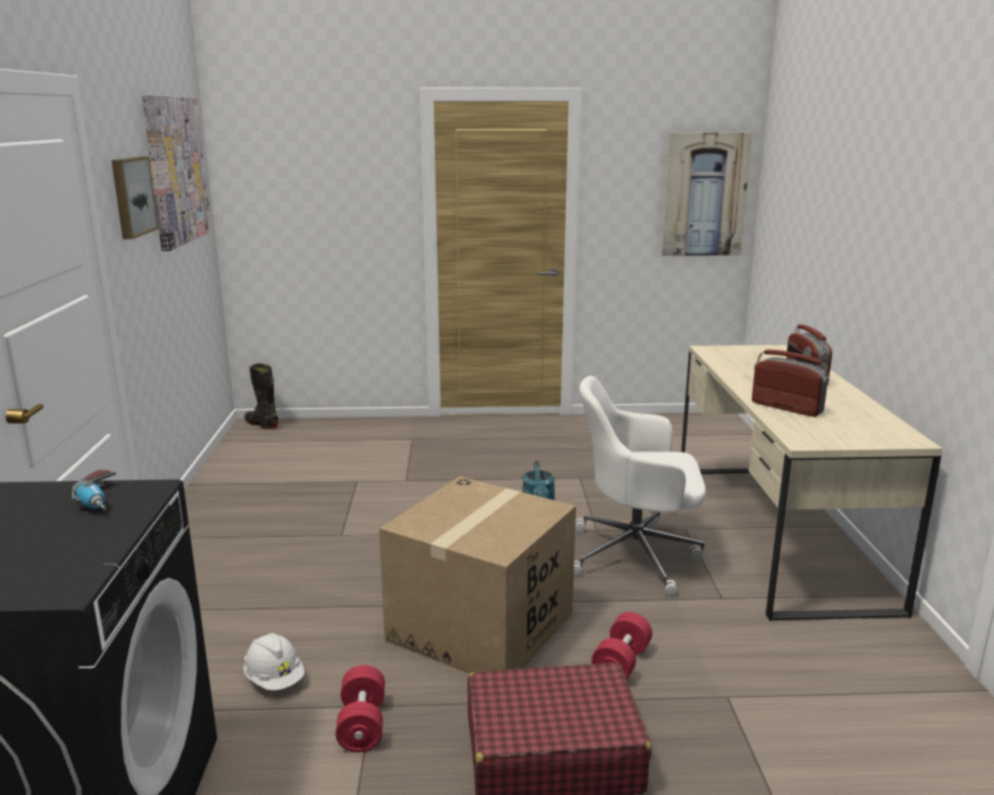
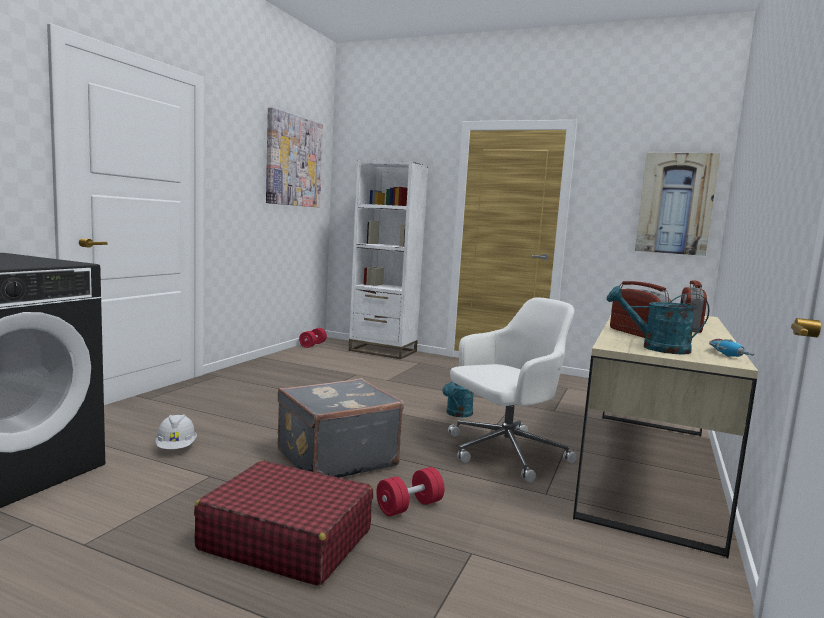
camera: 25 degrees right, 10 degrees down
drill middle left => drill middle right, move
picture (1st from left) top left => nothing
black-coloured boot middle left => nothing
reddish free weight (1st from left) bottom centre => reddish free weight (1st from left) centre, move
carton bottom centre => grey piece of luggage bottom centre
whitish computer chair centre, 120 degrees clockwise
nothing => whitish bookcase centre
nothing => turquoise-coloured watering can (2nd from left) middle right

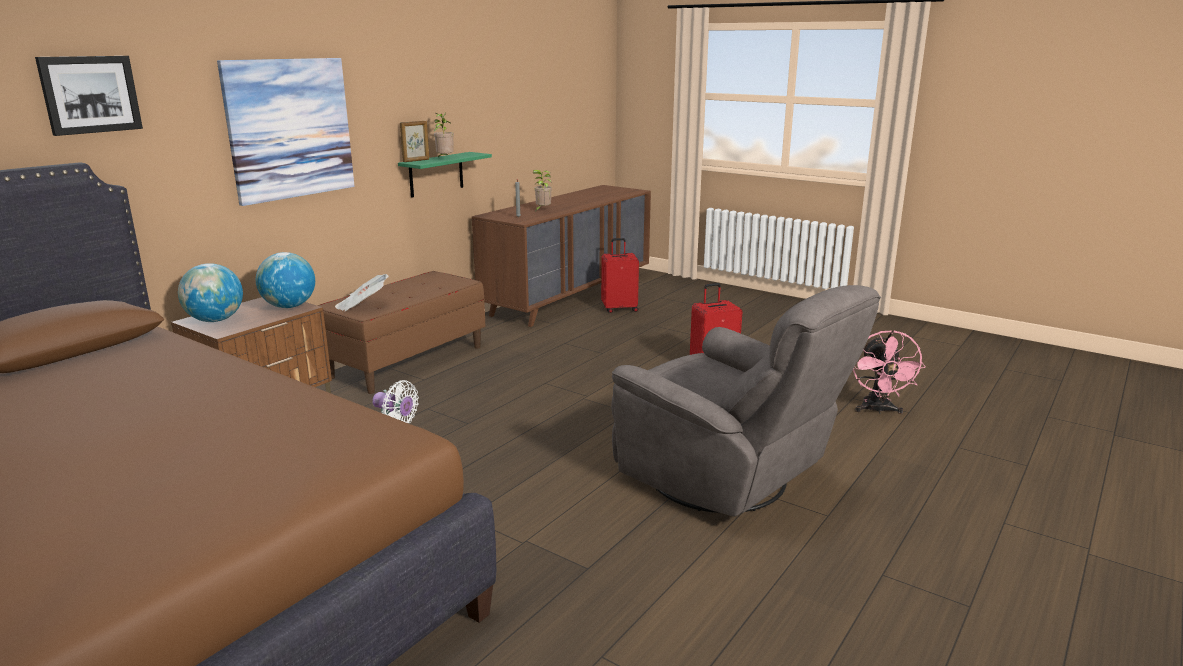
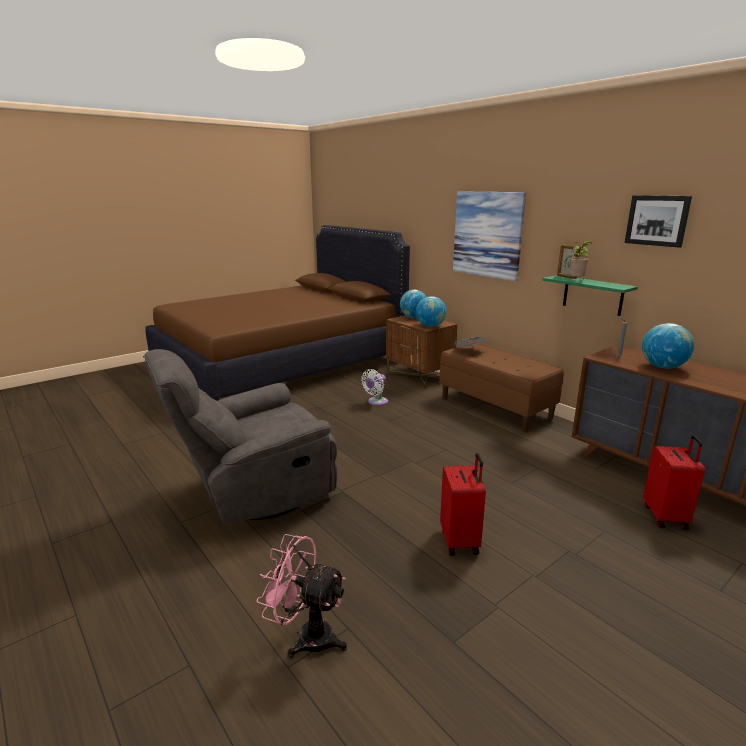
camera: 105 degrees right, 0 degrees up
picture (1st from left in the first image) top left => picture (2nd from left) top right, move
plant in a pot (2nd from left) top centre => world globe (3rd from left) middle right

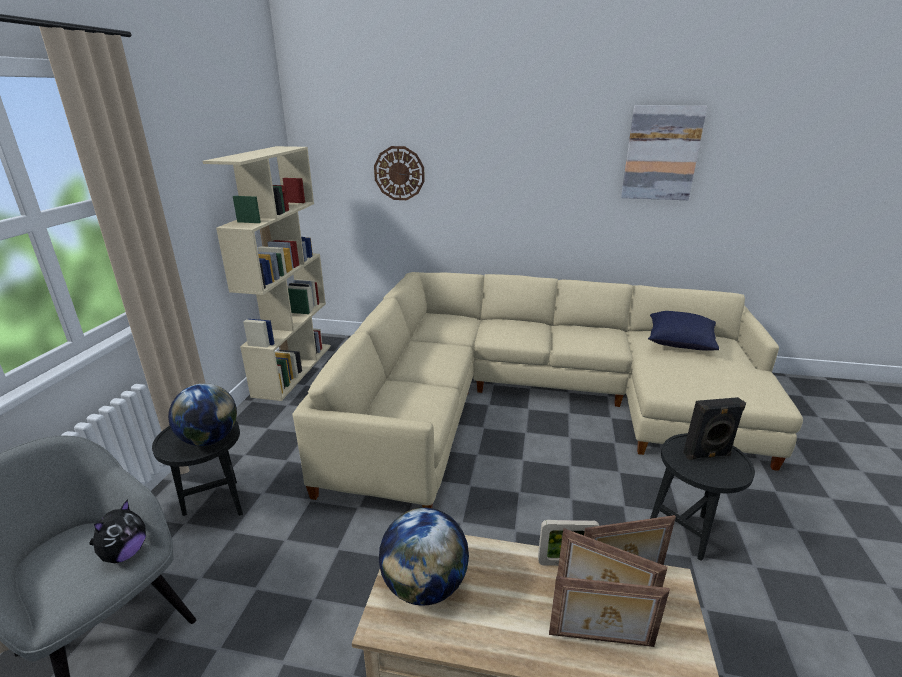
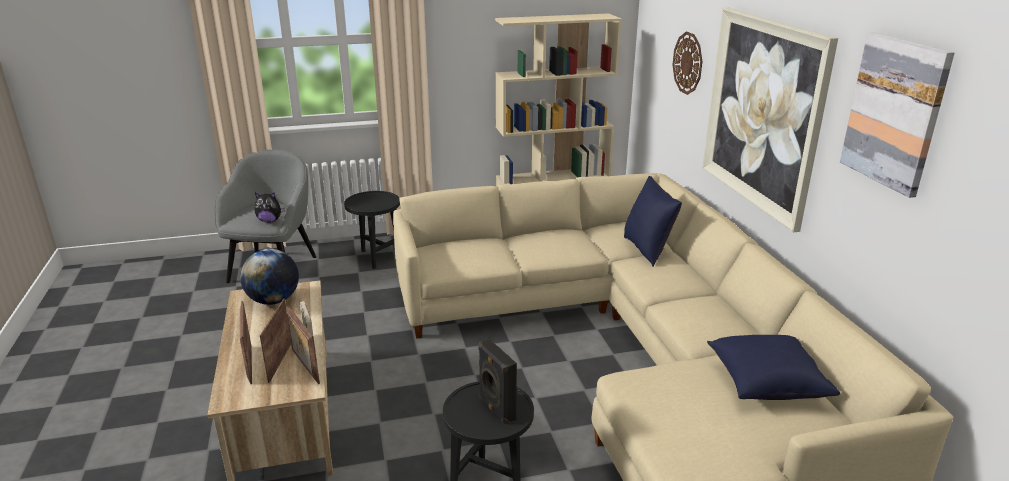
camera: 65 degrees right, 0 degrees up
world globe (1st from left) middle left => nothing
nothing => blue cushion (1st from left) centre
nothing => picture (1st from left) top right

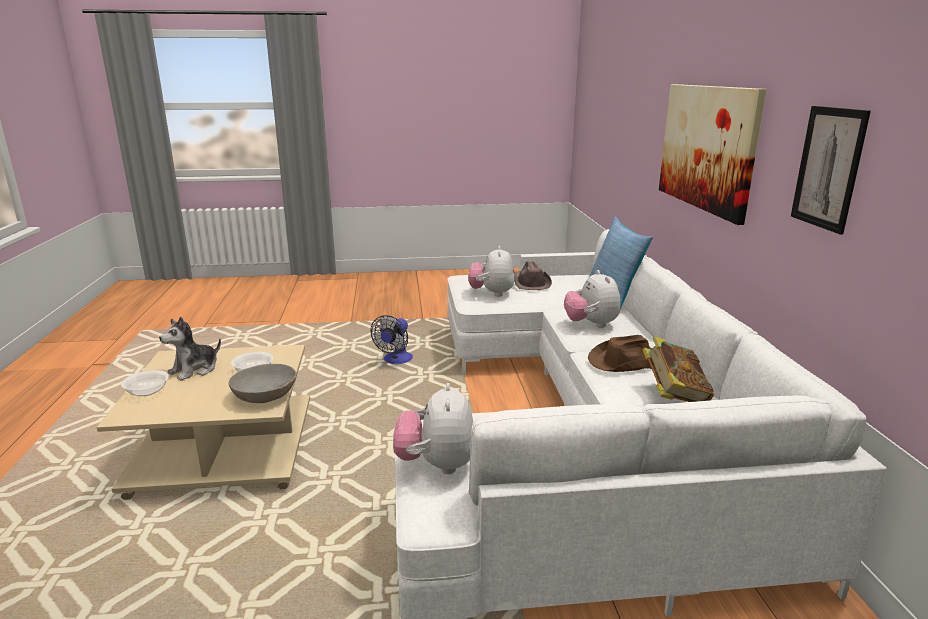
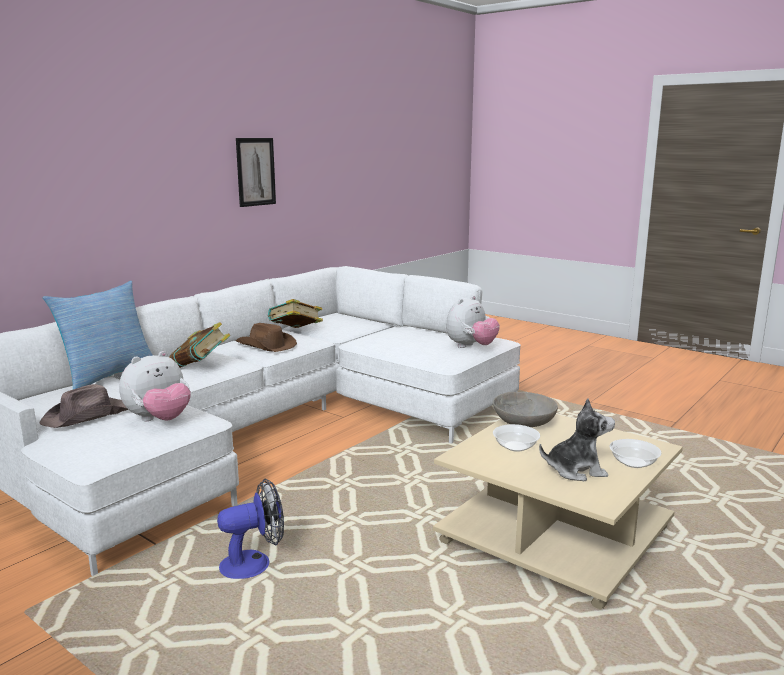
camera: 135 degrees left, 5 degrees down
soft toy (4th from left) centre => volume (1st from left) middle left
picture (1st from left) top right => nothing

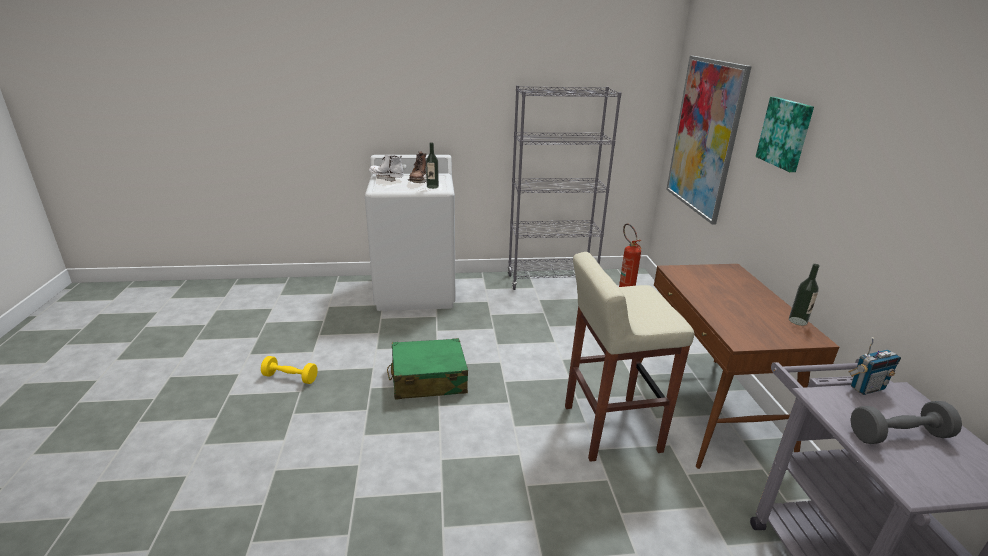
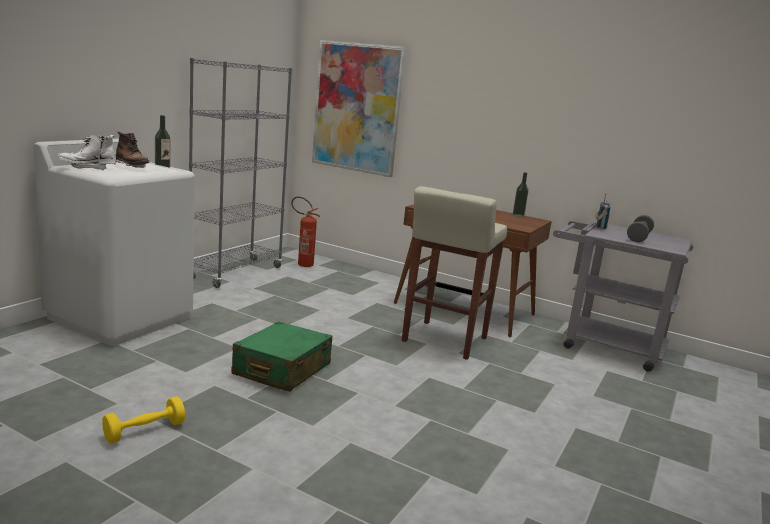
camera: 55 degrees left, 10 degrees down
picture (2nd from left) top right => nothing

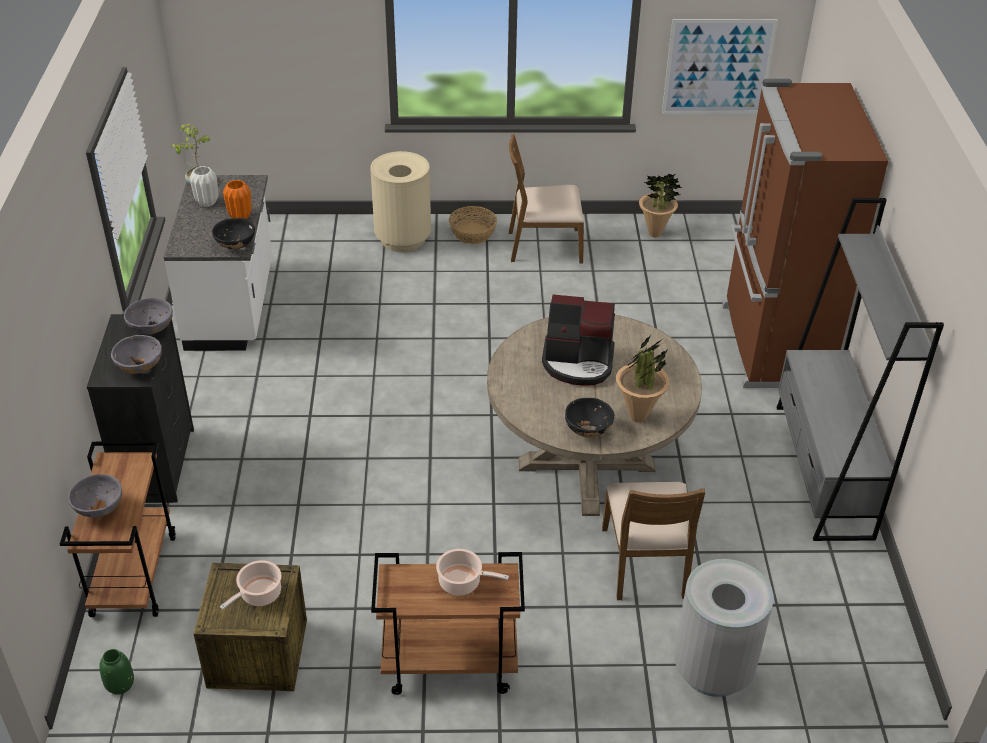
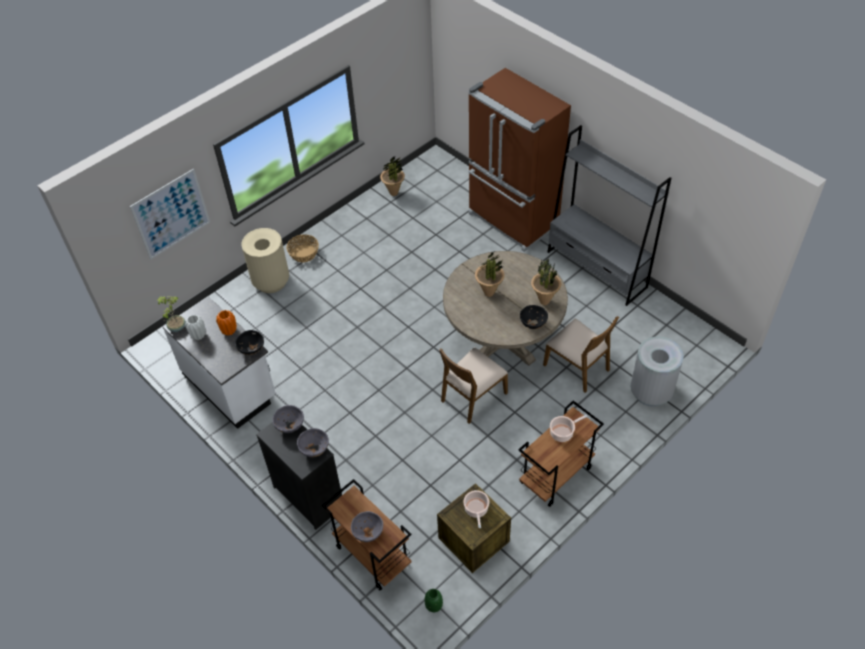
camera: 40 degrees left, 10 degrees up
brown-coloured upright chair (1st from left) top centre => brown-coloured upright chair (1st from left) centre, move
coffee maker centre => plant in a pot (3rd from left) centre
picture top right => picture top left, move

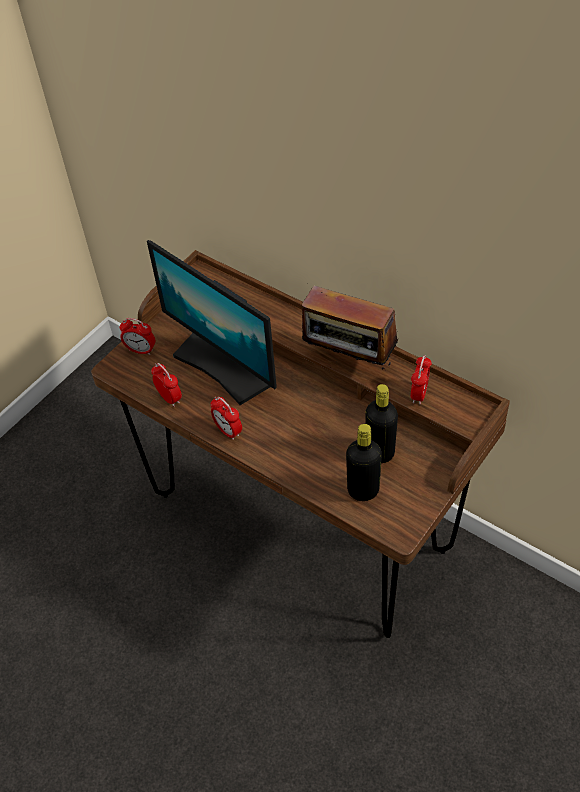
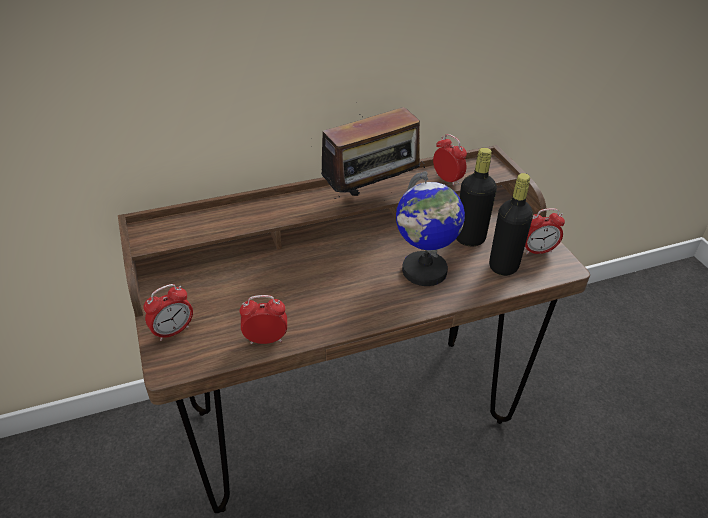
camera: 60 degrees left, 10 degrees down
computer display centre => nothing
table clock (3rd from left in the first image) centre => table clock (4th from left) middle right, move
nothing => world globe centre

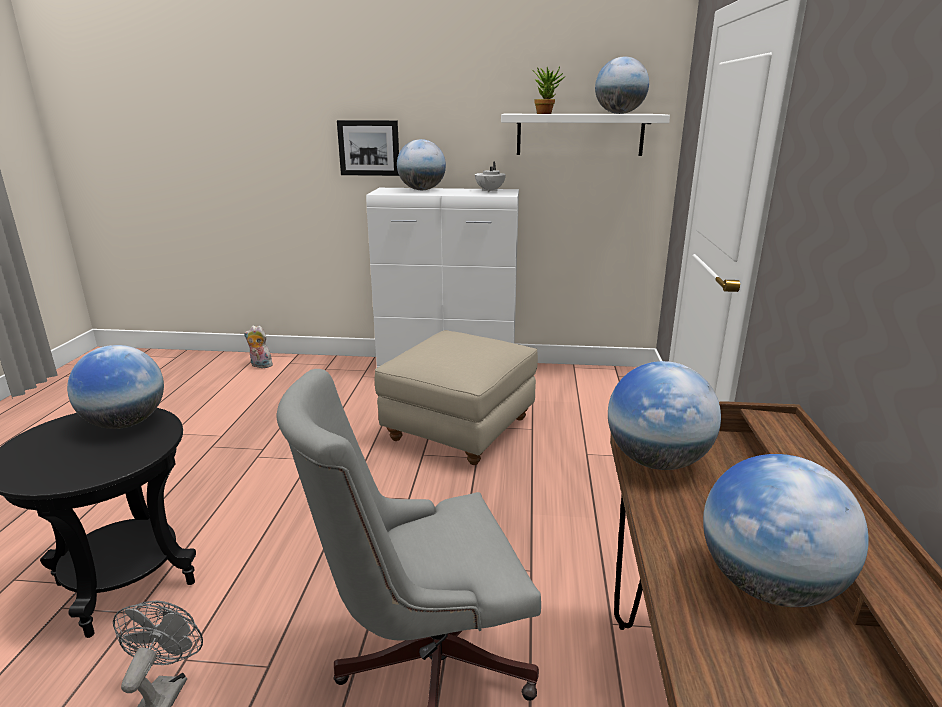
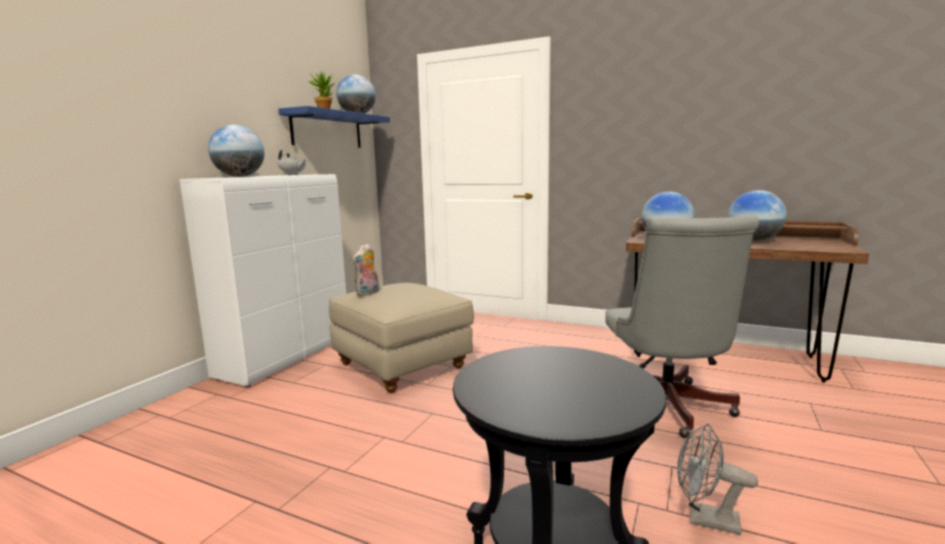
camera: 70 degrees left, 10 degrees down
world globe (1st from left) middle left => nothing
soft toy middle left => soft toy centre, move
picture top centre => nothing
whitish bracket shelf top centre => blue bracket shelf top centre

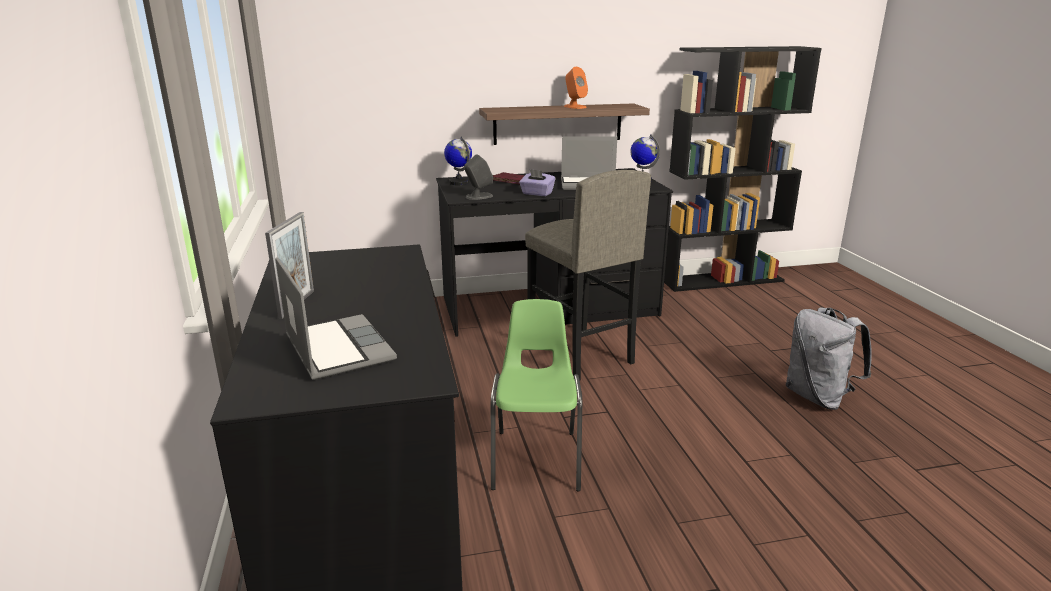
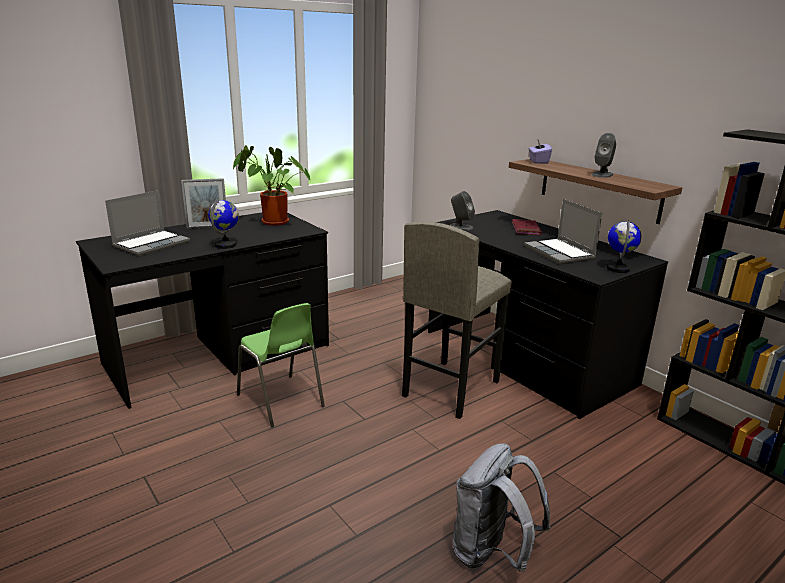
camera: 65 degrees right, 0 degrees up
world globe (1st from left) top centre => world globe (1st from left) middle left, move
green-coloured upright chair bottom centre => green-coloured upright chair centre, 75 degrees clockwise
purple-coloured box of tissues top centre => purple-coloured box of tissues top right, move
orangey audio speaker top centre => grey audio speaker (2nd from left) top right
nothing => plant in a pot top centre

